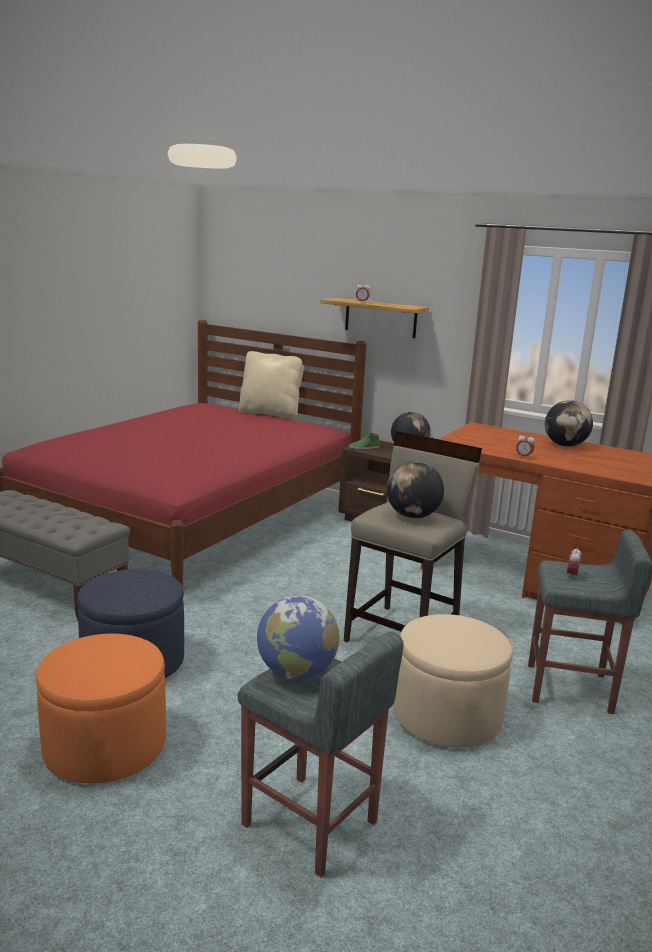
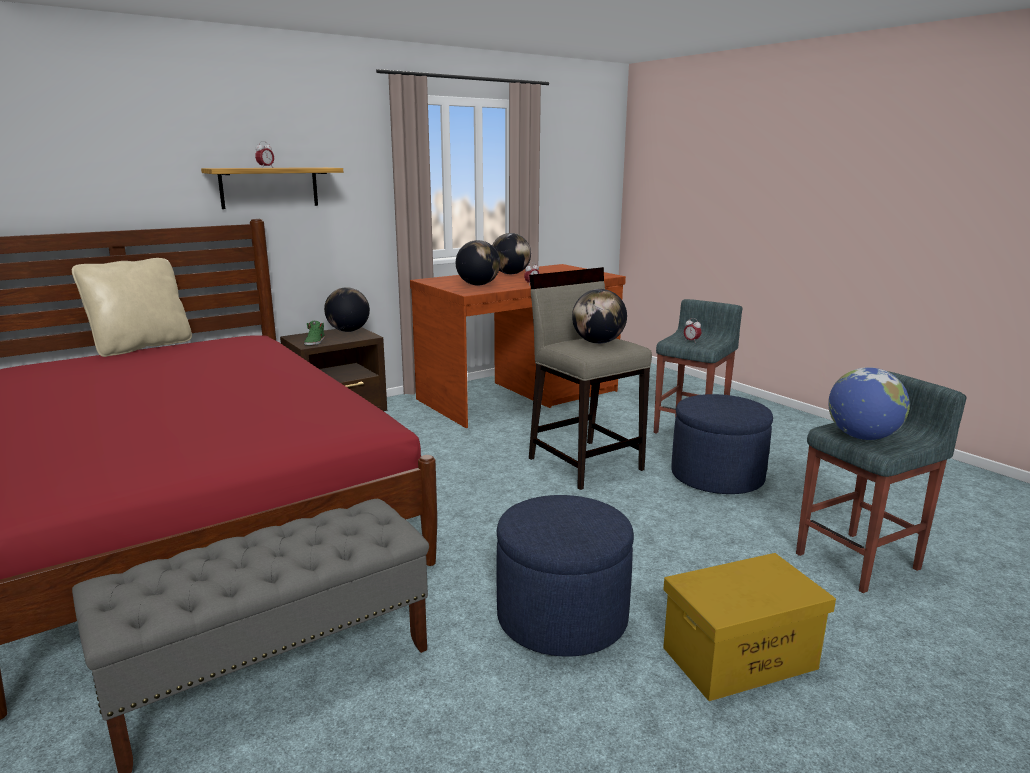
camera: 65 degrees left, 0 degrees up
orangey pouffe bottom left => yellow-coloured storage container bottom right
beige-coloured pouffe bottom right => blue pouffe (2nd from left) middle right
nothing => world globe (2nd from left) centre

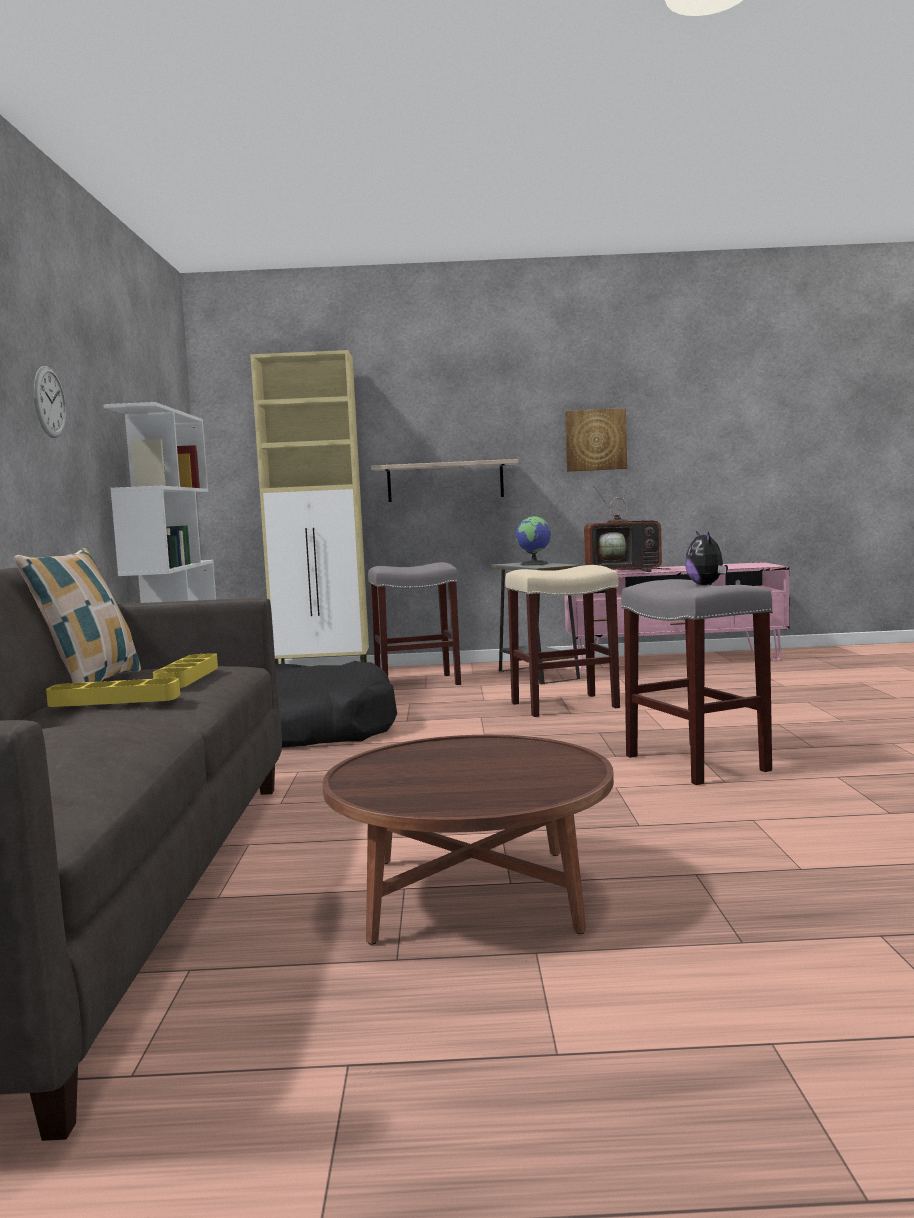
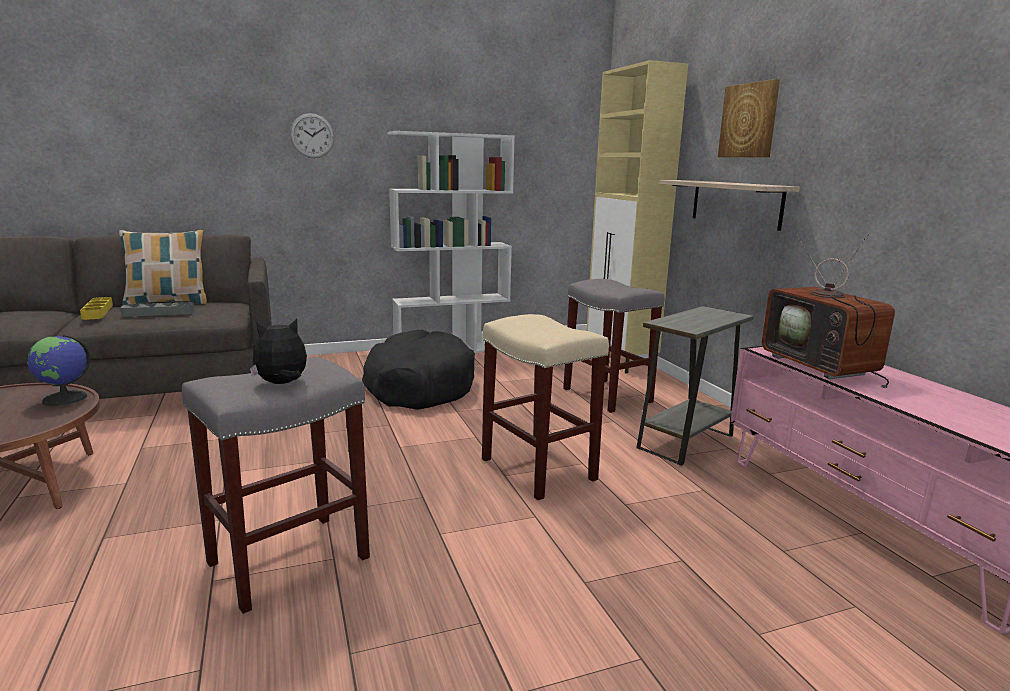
camera: 70 degrees right, 10 degrees up
yellow-coloured serving tray (2nd from left) middle left => grey serving tray middle left
world globe centre => world globe middle left, move
picture centre => picture top right, move

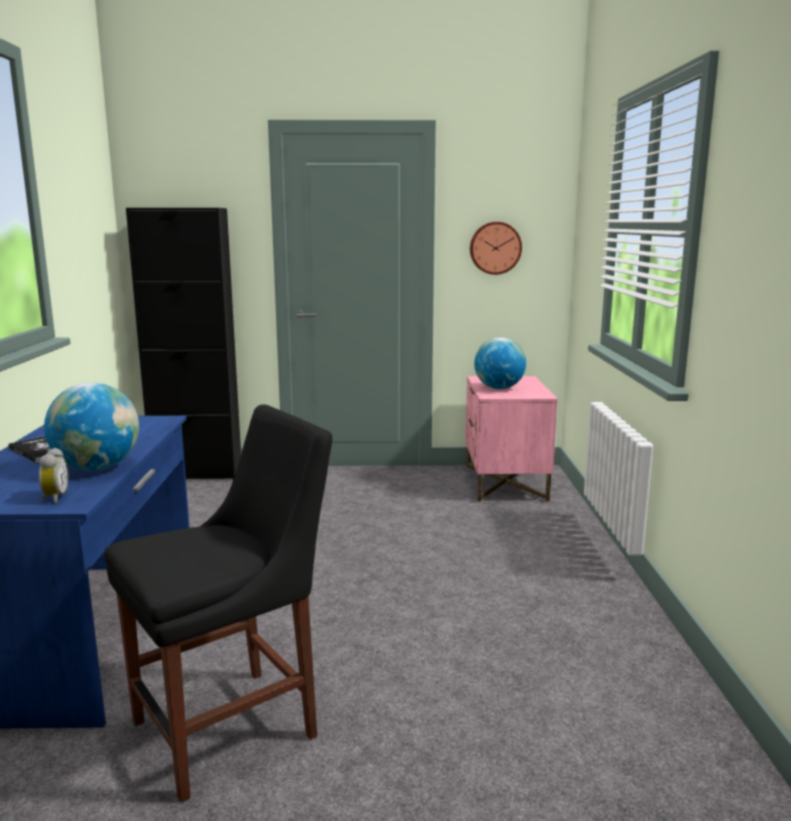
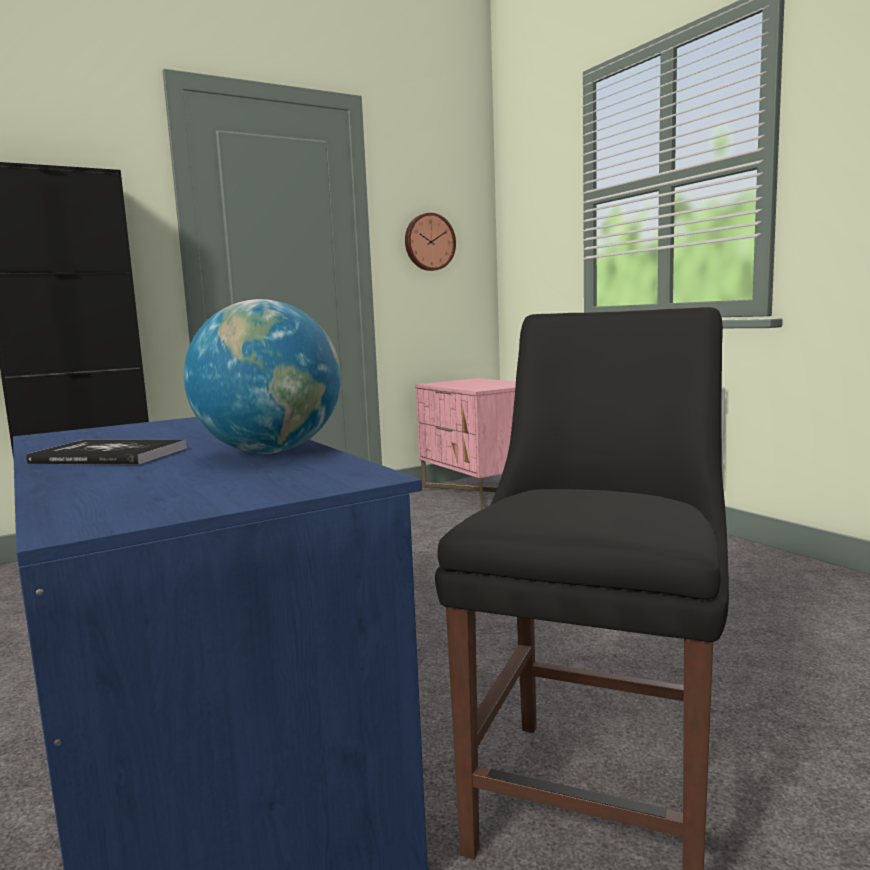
camera: 30 degrees left, 5 degrees down
table clock middle left => nothing
world globe (2nd from left) centre => nothing

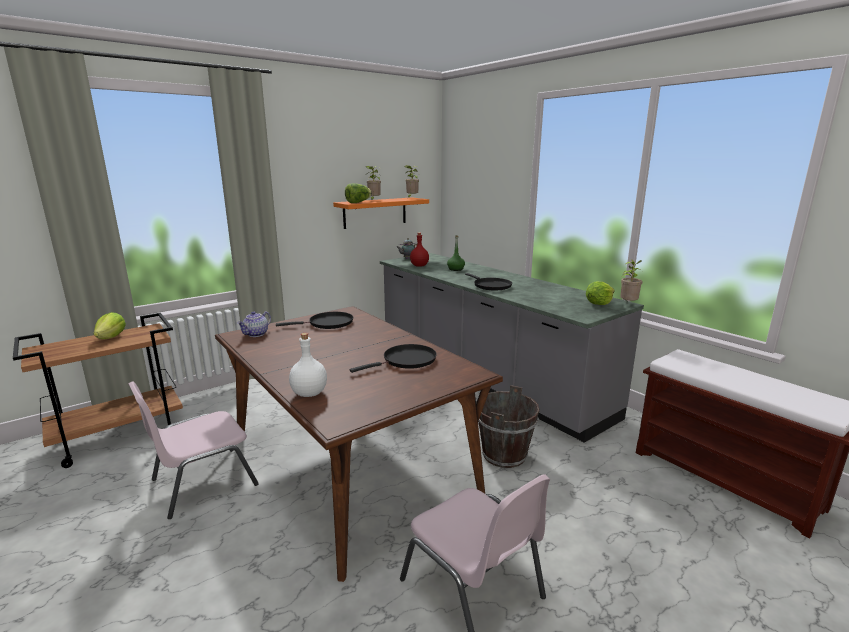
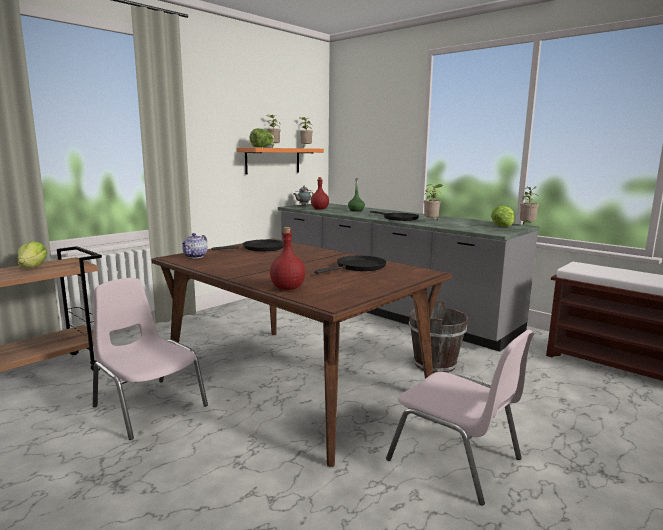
camera: 10 degrees left, 5 degrees down
pinkish upright chair (1st from left) bottom left, 90 degrees clockwise
whitish bottle centre => reddish bottle (1st from left) centre
nothing => plant in a pot (3rd from left) centre

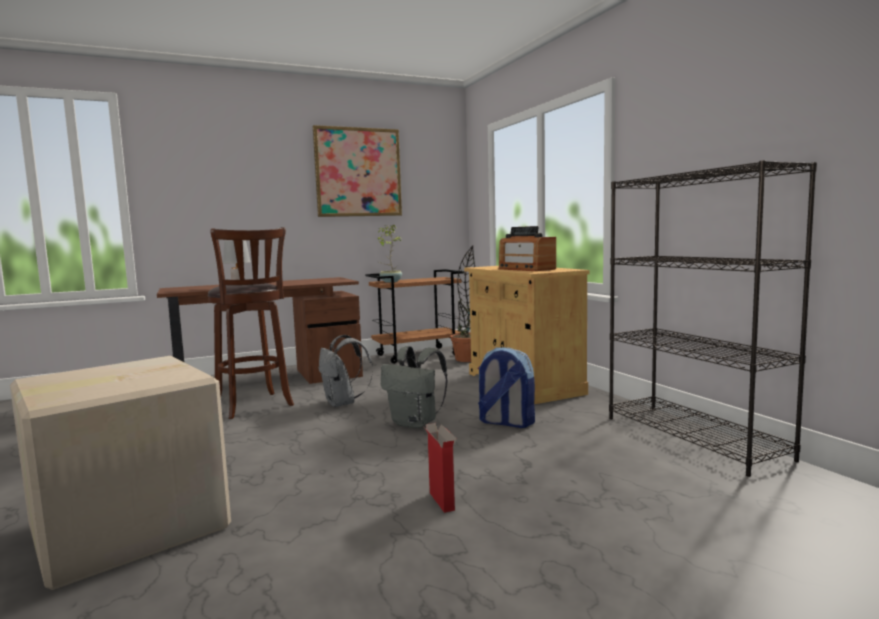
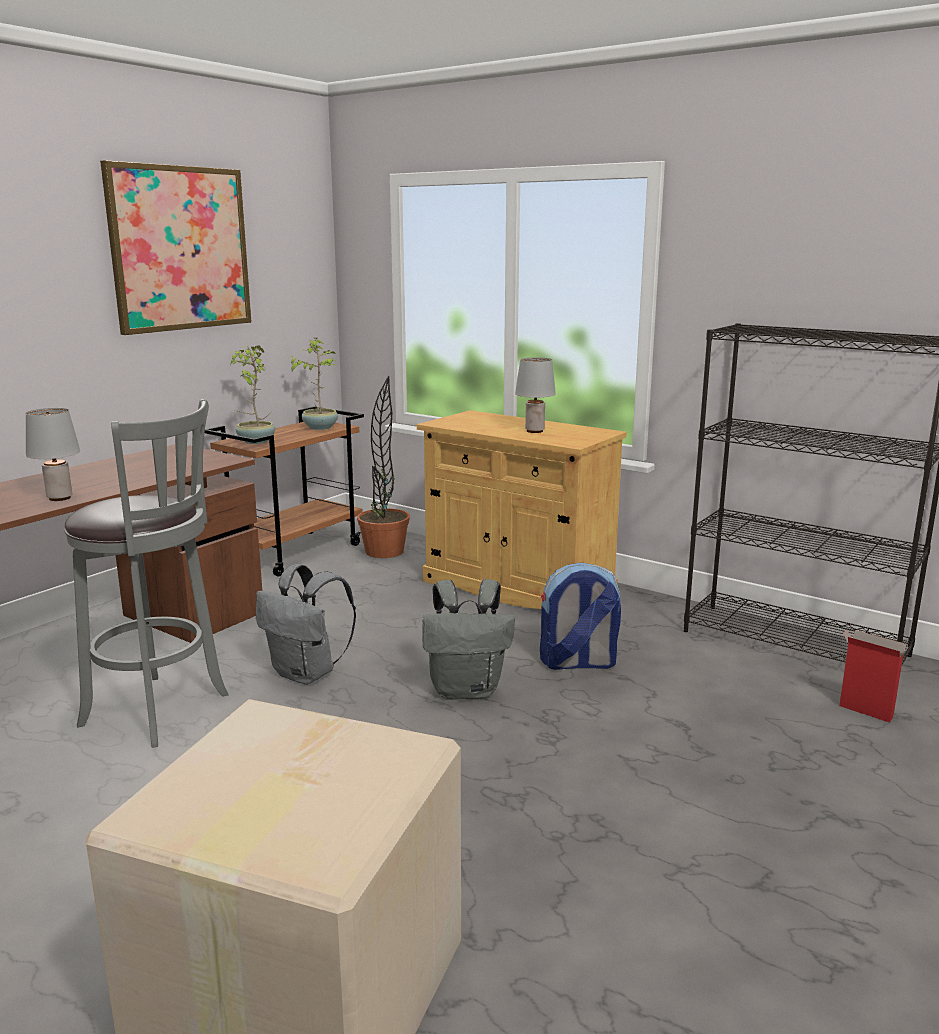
camera: 30 degrees left, 10 degrees up
brown-coloured stool middle left => grey stool middle left
carton (2nd from left) bottom centre => carton (2nd from left) middle right, move
radio set centre => grey lamp for a table (2nd from left) centre
nothing => plant in a pot (2nd from left) centre

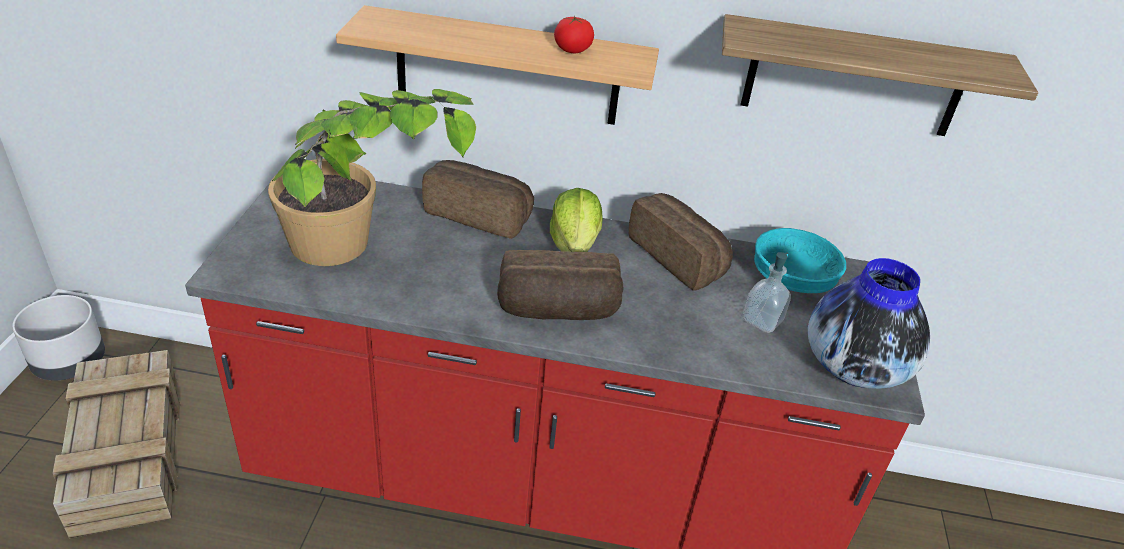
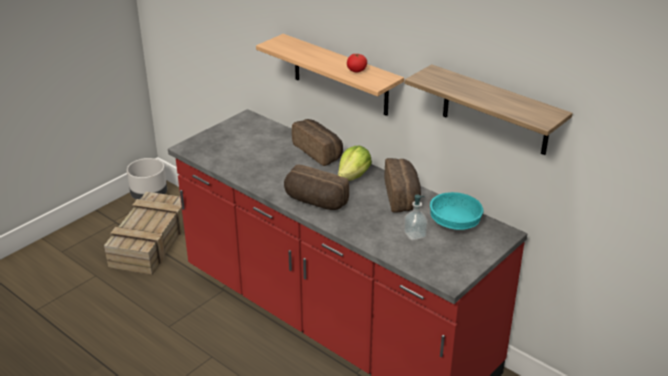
camera: 35 degrees right, 5 degrees down
plant in a pot top left => nothing
flower vase middle right => nothing

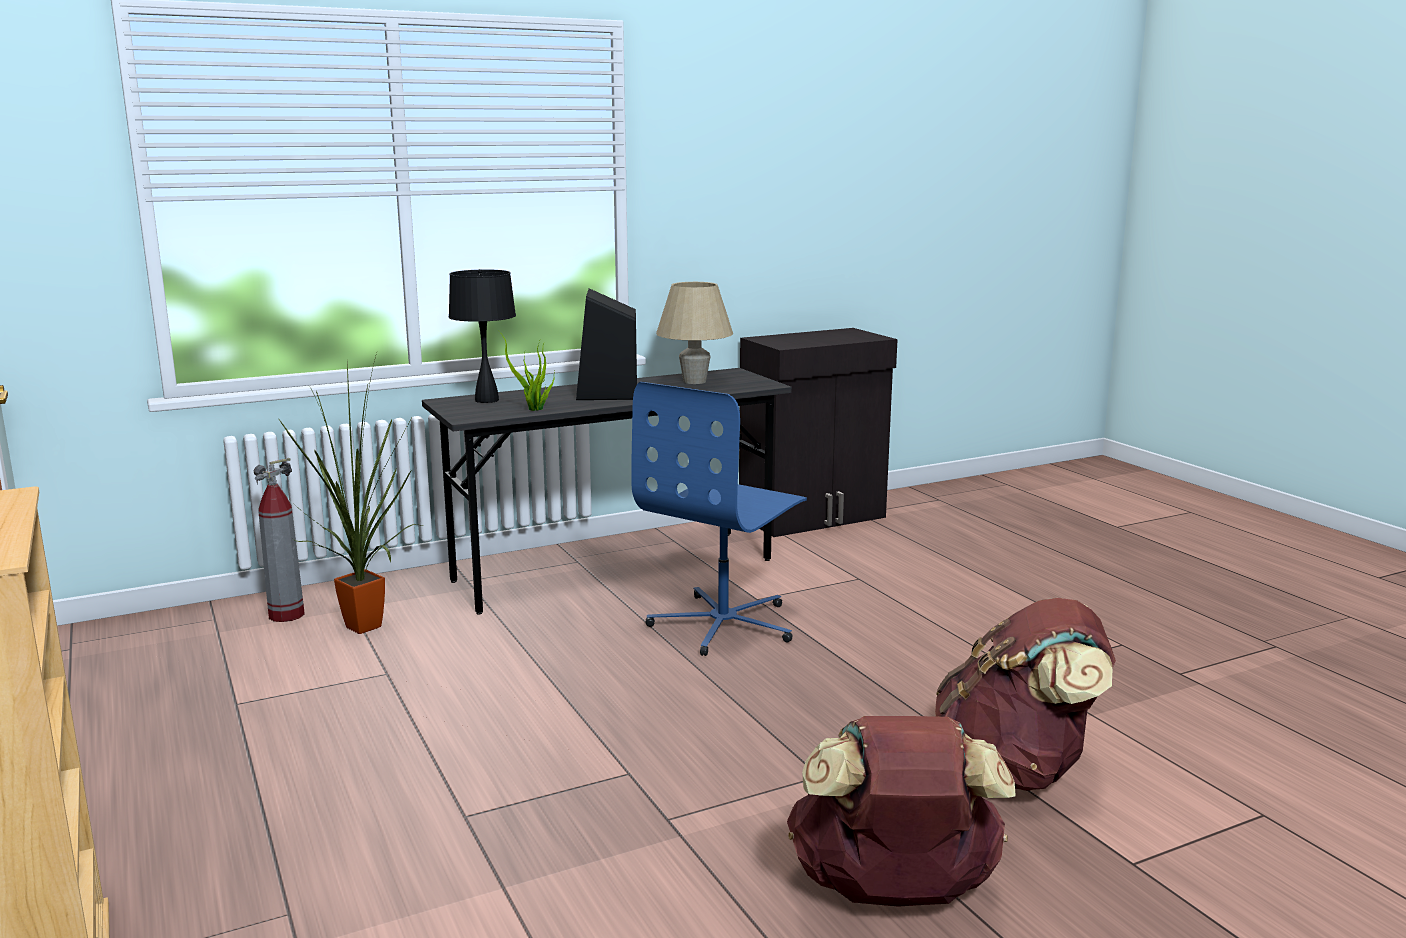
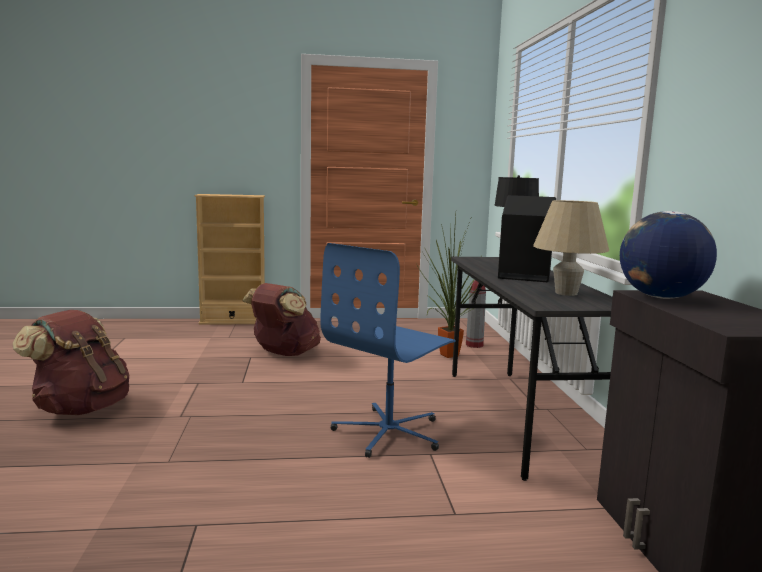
camera: 110 degrees right, 5 degrees down
plant in a pot (2nd from left) centre => nothing
blue computer chair centre, 105 degrees counterclockwise
brown-coloured rucksack (2nd from left) bottom right => brown-coloured rucksack (2nd from left) centre, move
nothing => world globe middle right

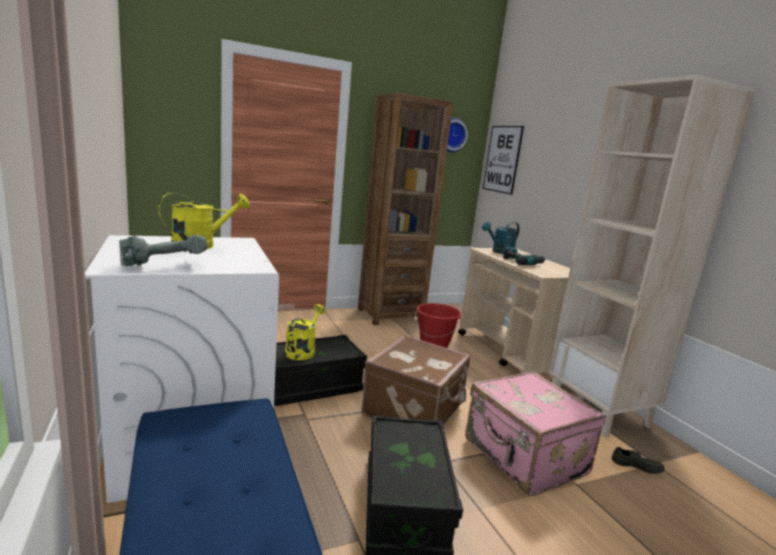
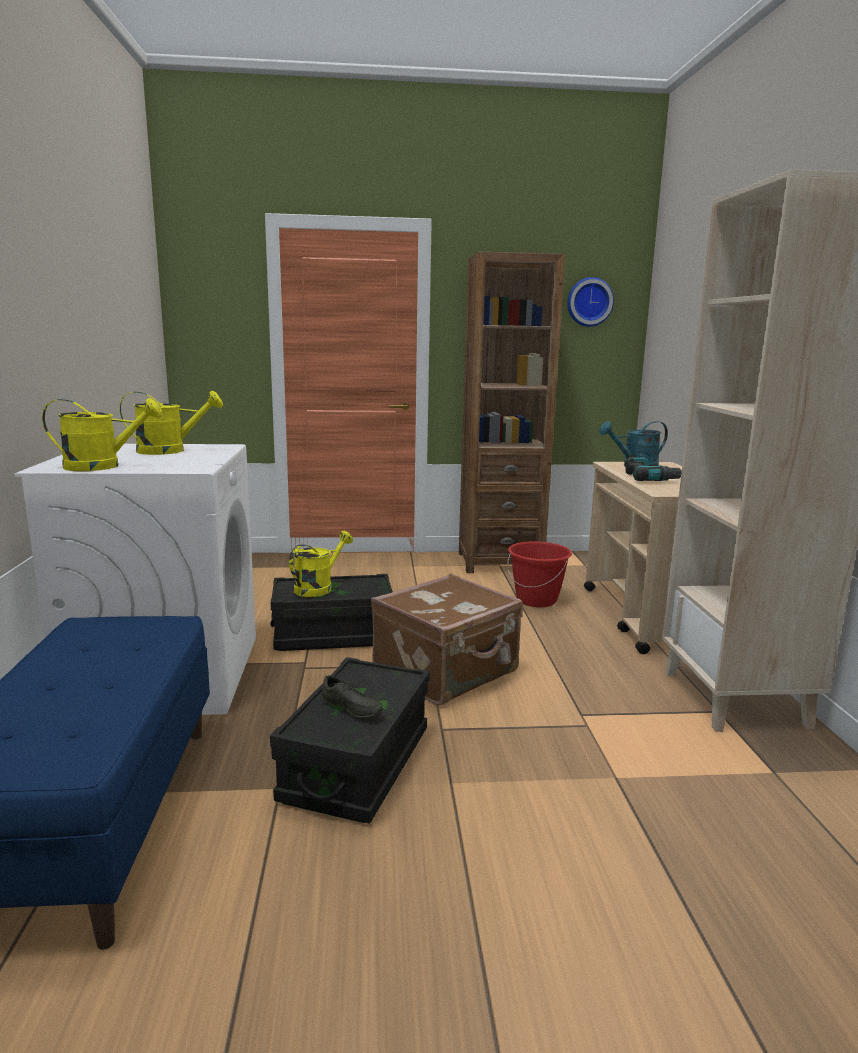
camera: 20 degrees right, 0 degrees up
drill (1st from left) middle left => yellow-coloured watering can (1st from left) middle left
pinkish piece of luggage bottom right => nothing
picture top centre => nothing
grey low shoe bottom right => grey low shoe centre, move

